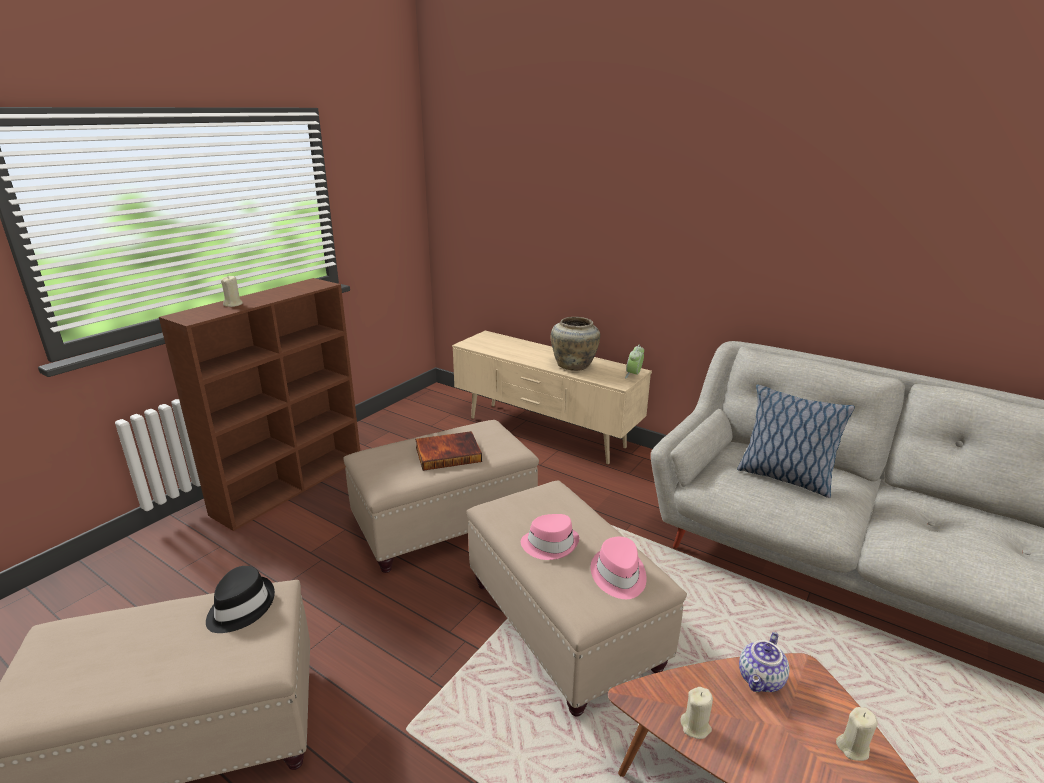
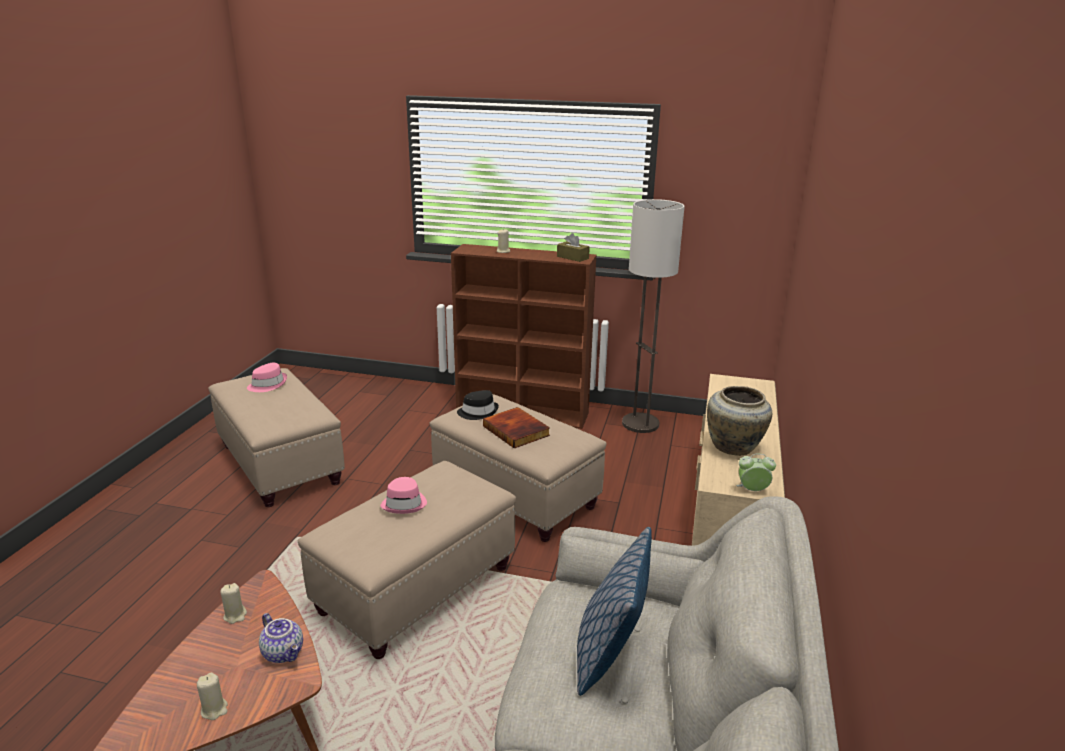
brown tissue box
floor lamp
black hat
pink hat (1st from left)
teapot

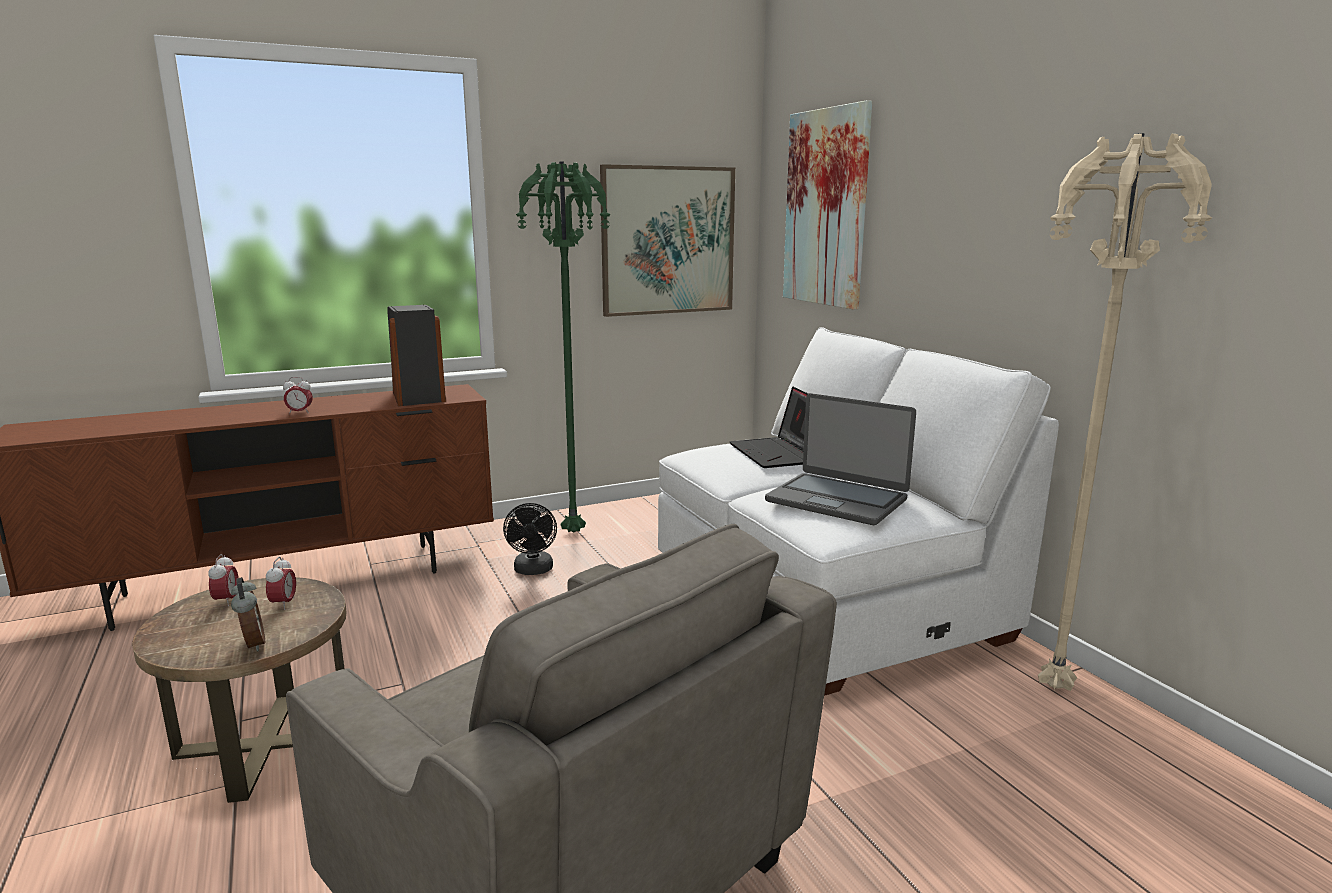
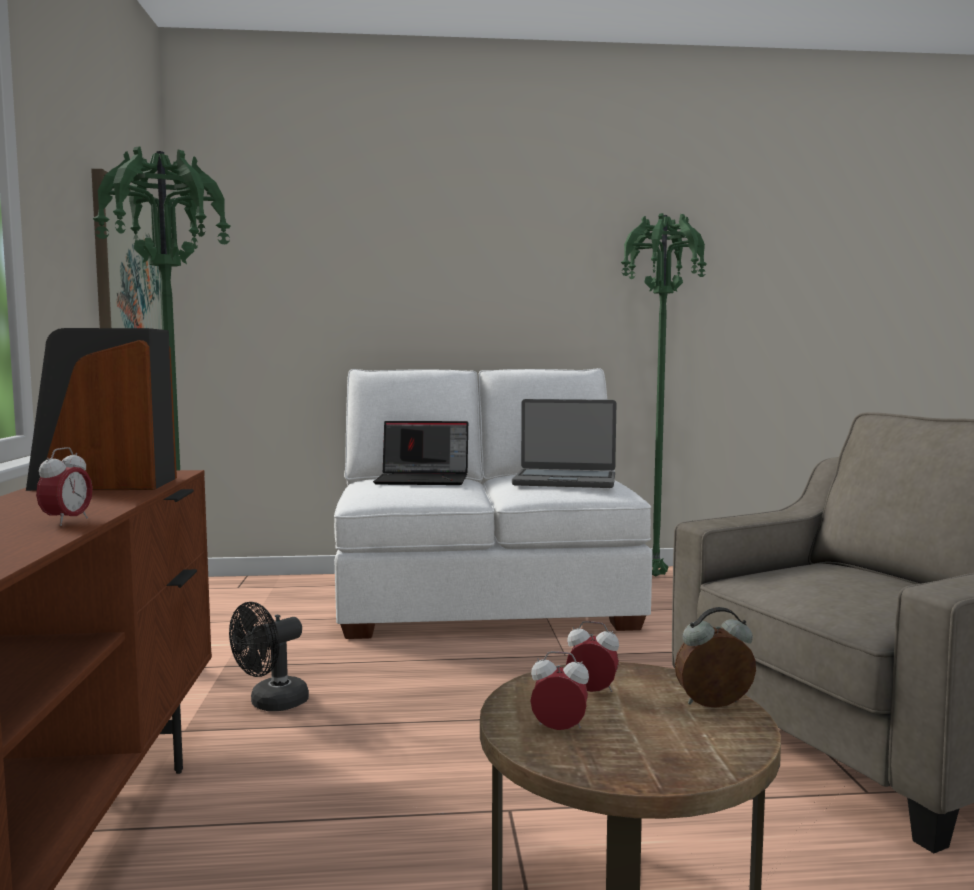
picture (2nd from left in the first image)
green floor lamp (2nd from left)
black fan
laptop (2nd from left)

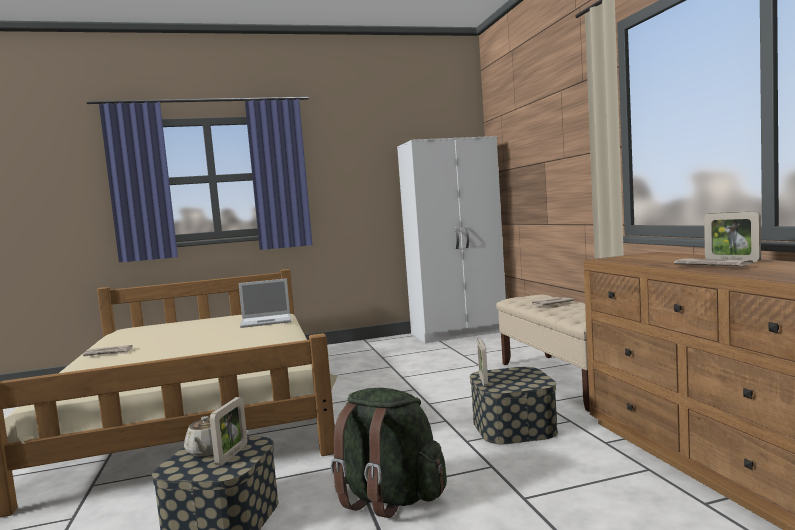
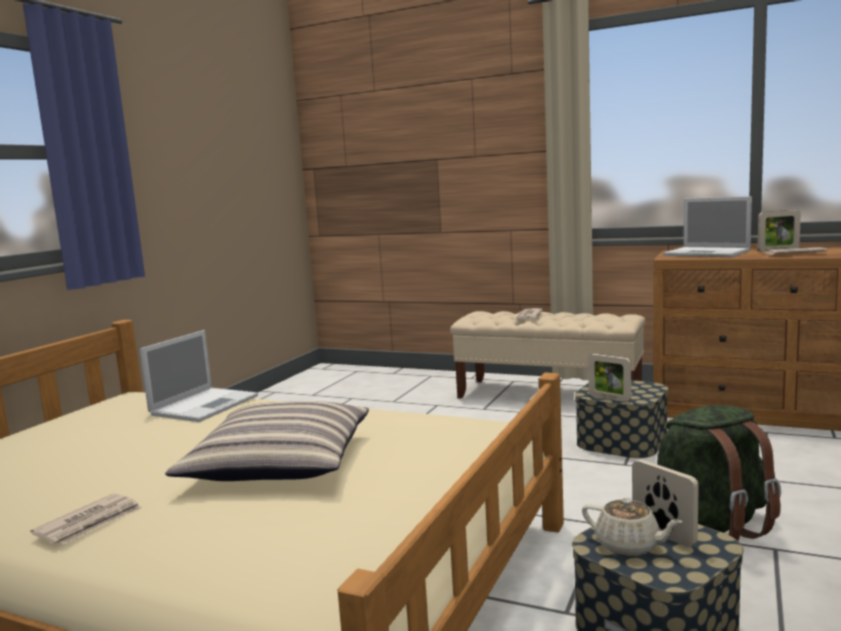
white wardrobe
pillow
laptop (2nd from left)

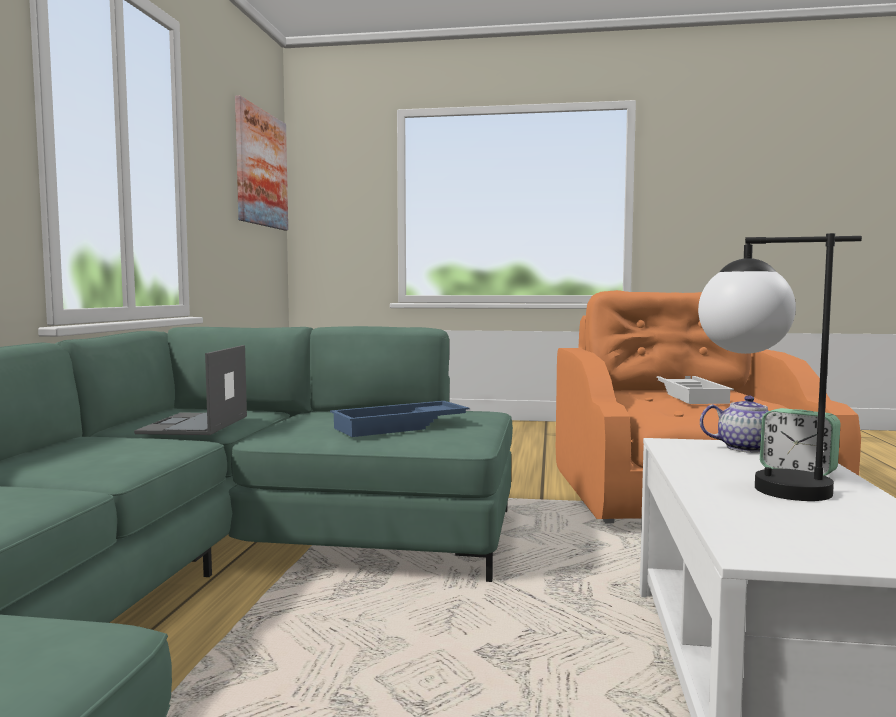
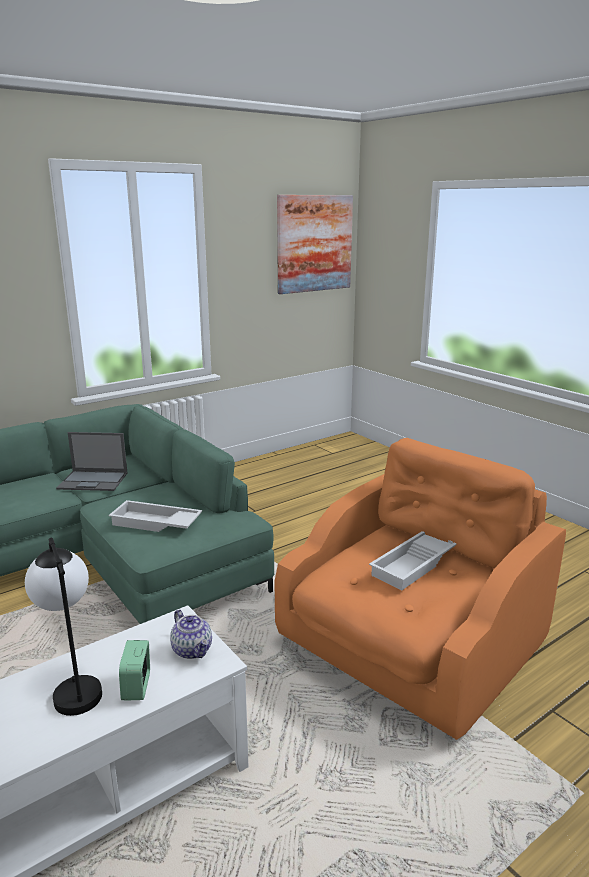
white tray (1st from left)
laptop

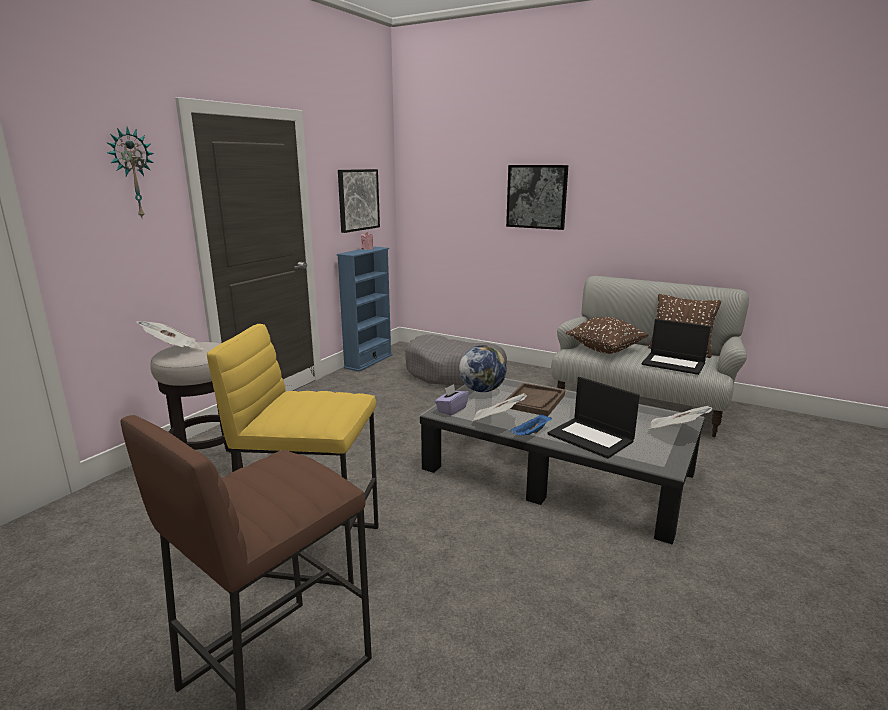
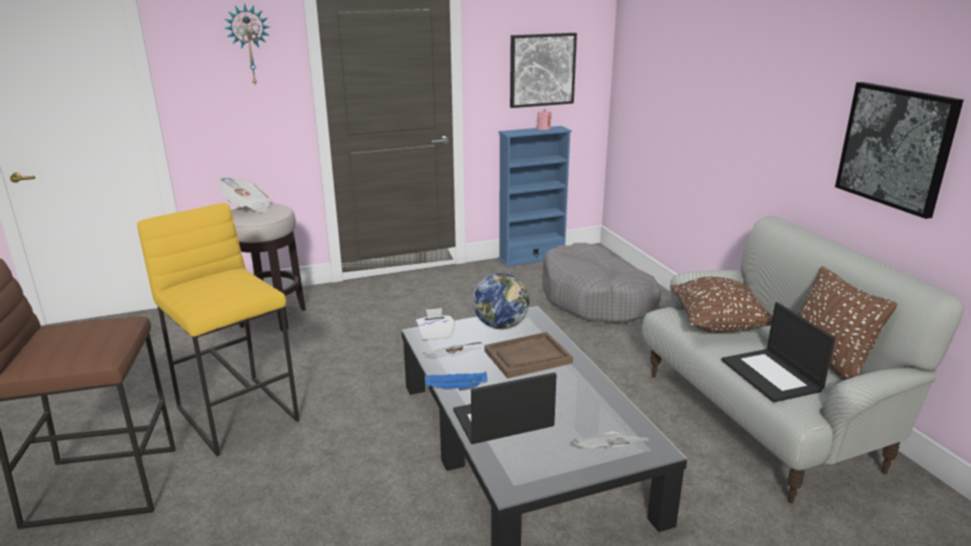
picture (2nd from left)
white tissue box
laptop (1st from left)

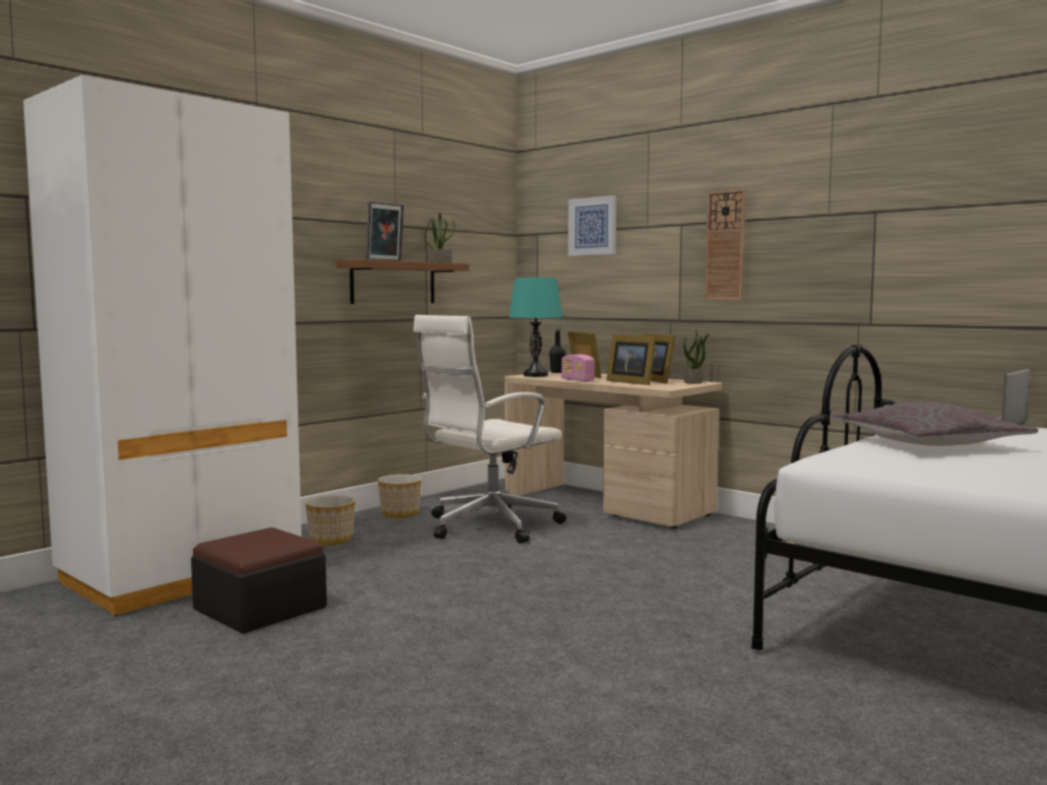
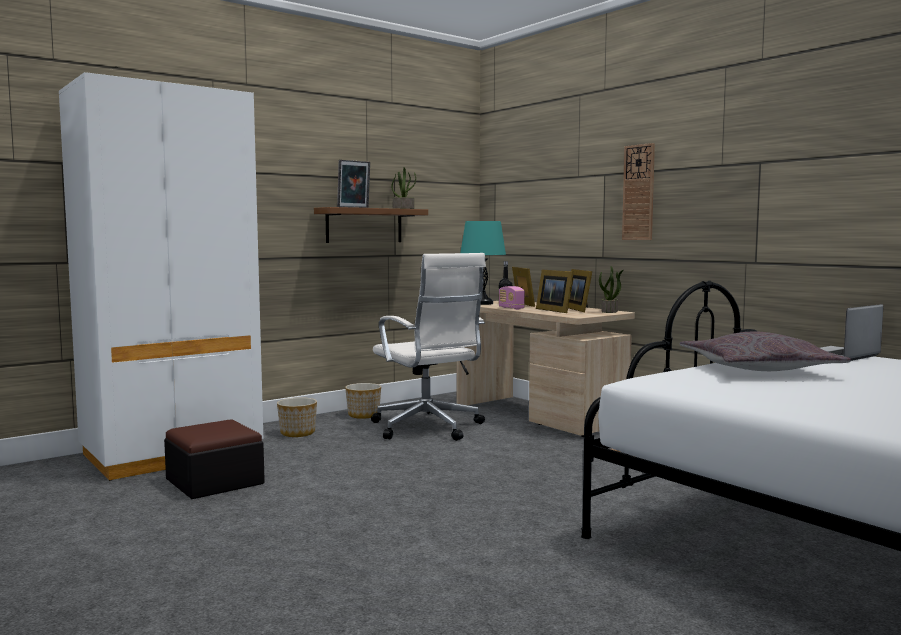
picture
white office chair

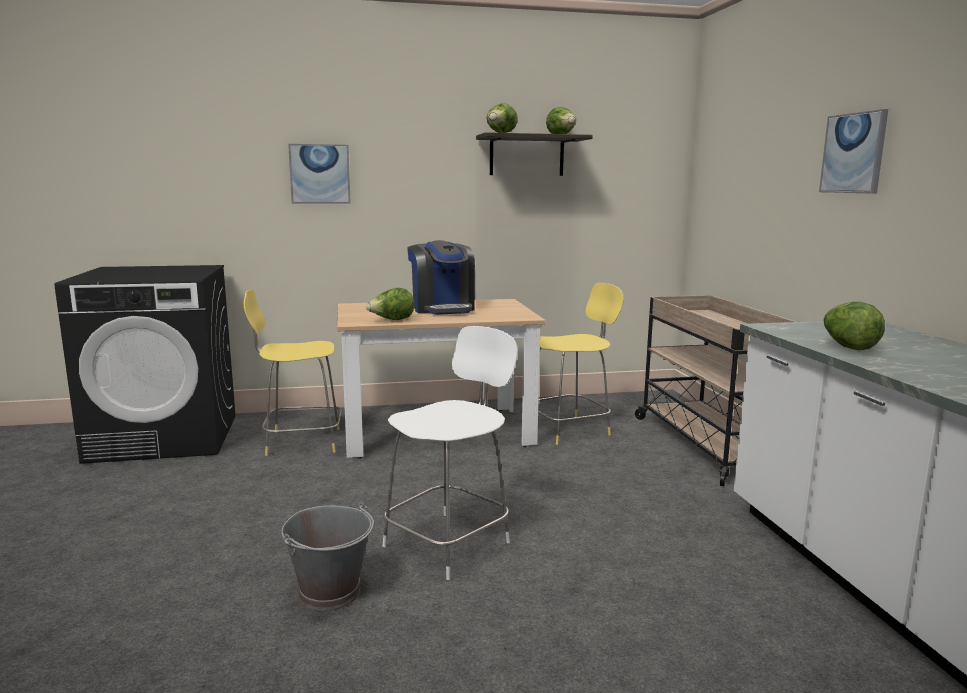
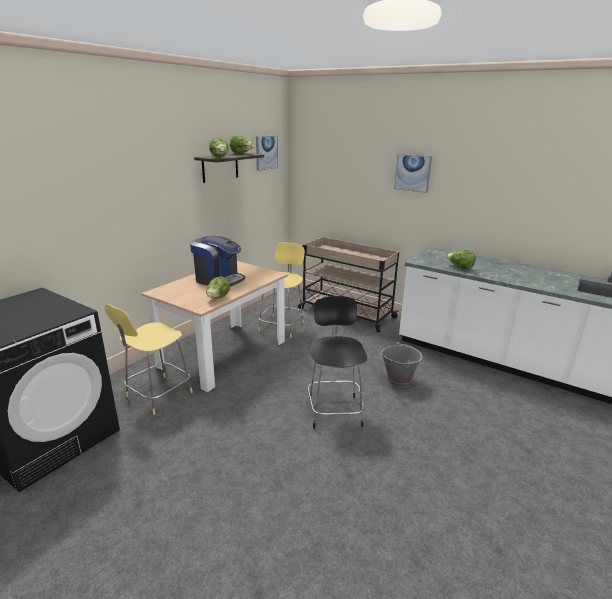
grey bucket
picture (1st from left)
black stool

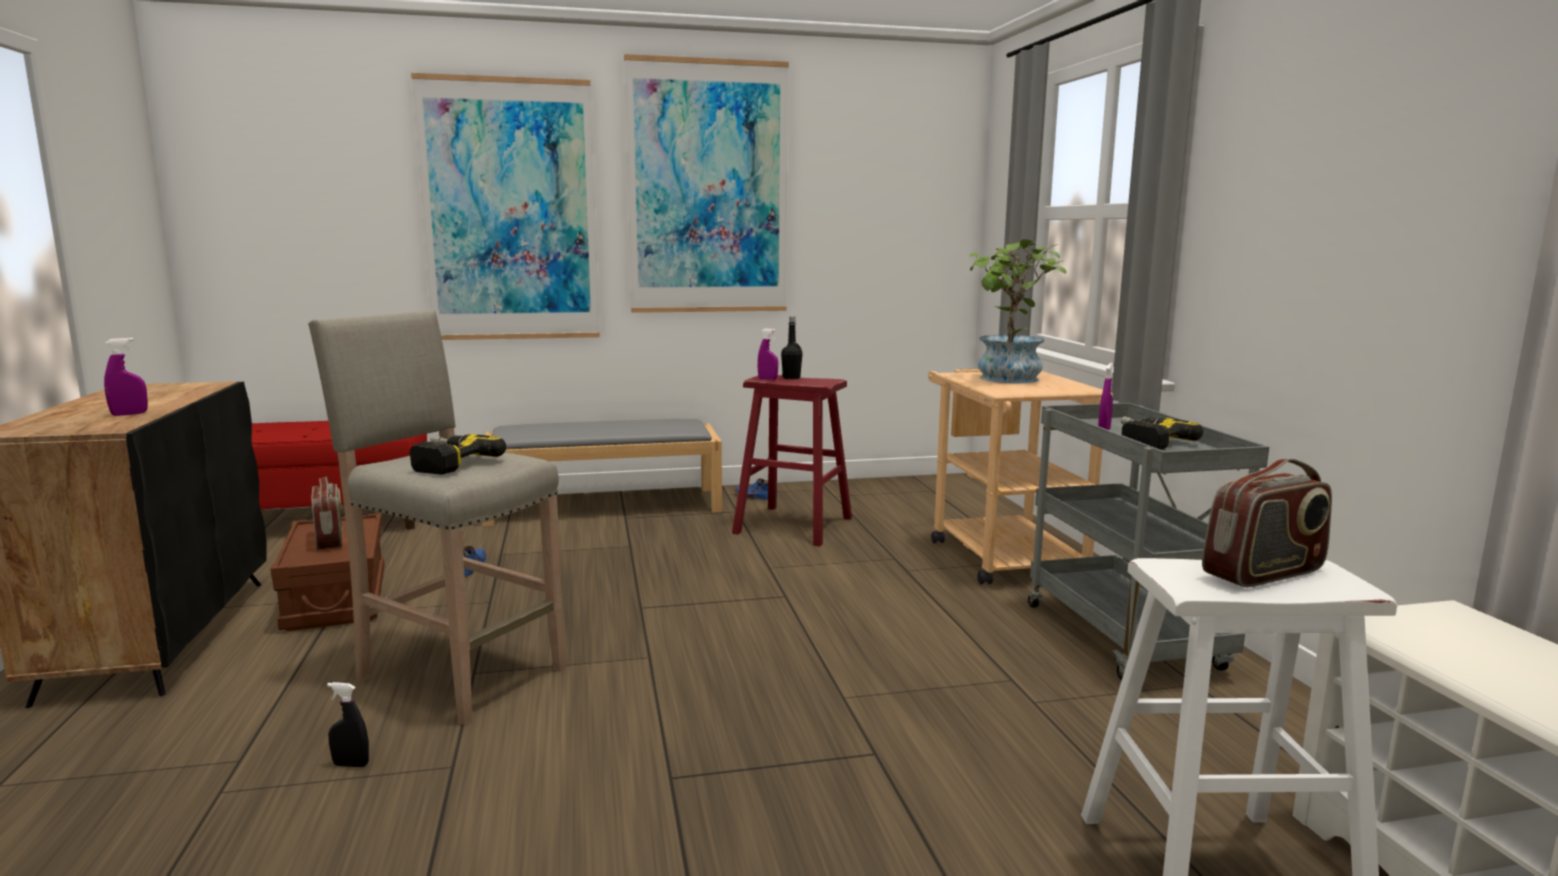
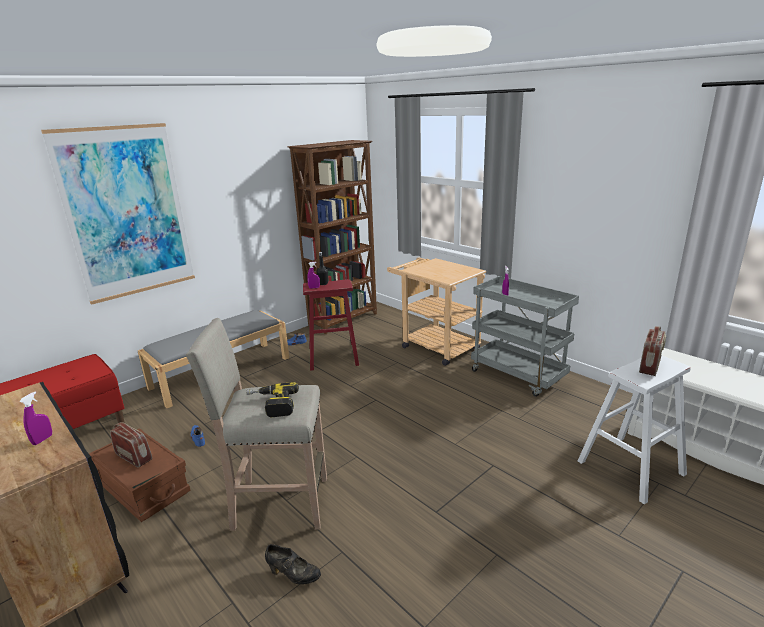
picture (2nd from left in the first image)
potted plant
power drill (2nd from left in the first image)
brown bookcase
black shoe

